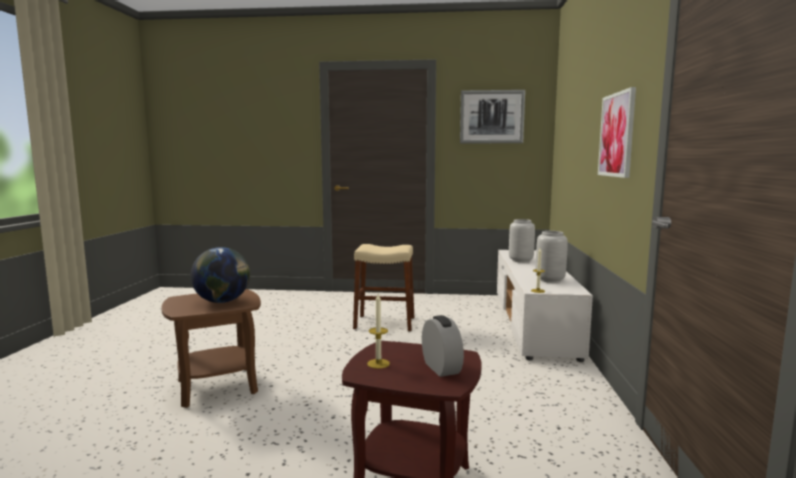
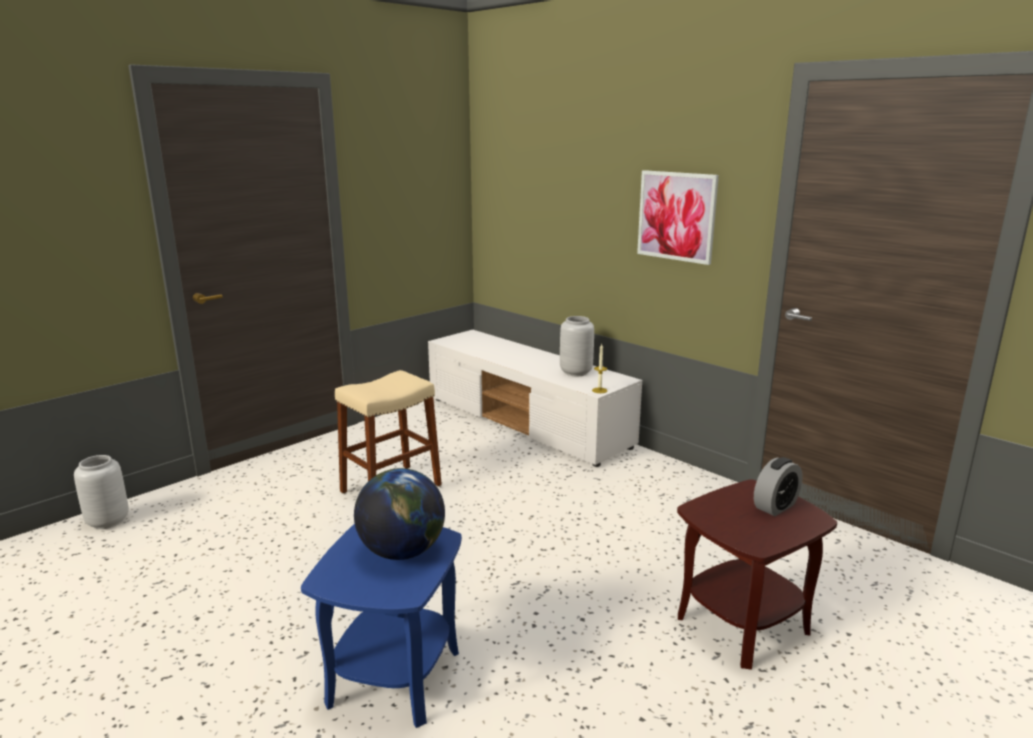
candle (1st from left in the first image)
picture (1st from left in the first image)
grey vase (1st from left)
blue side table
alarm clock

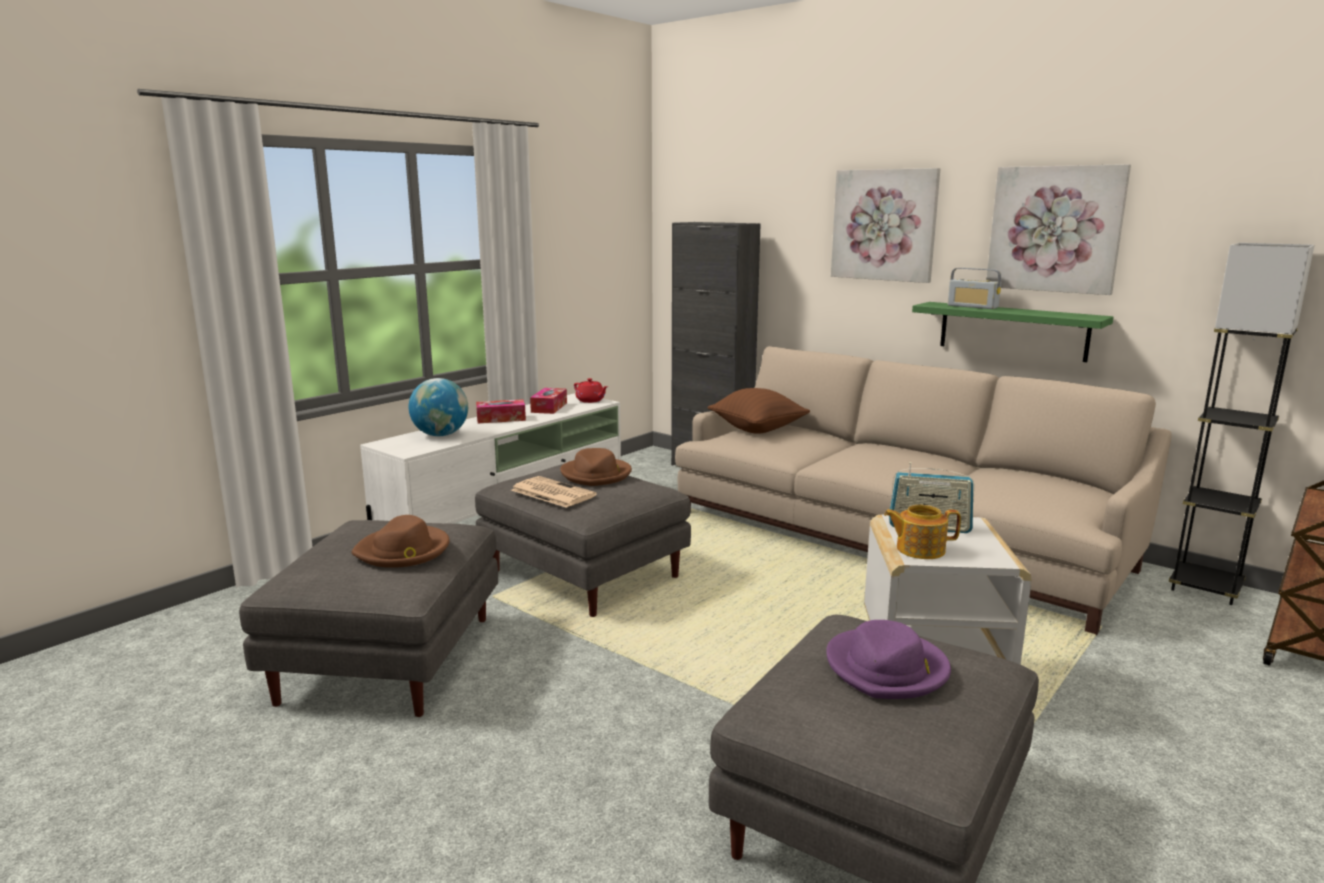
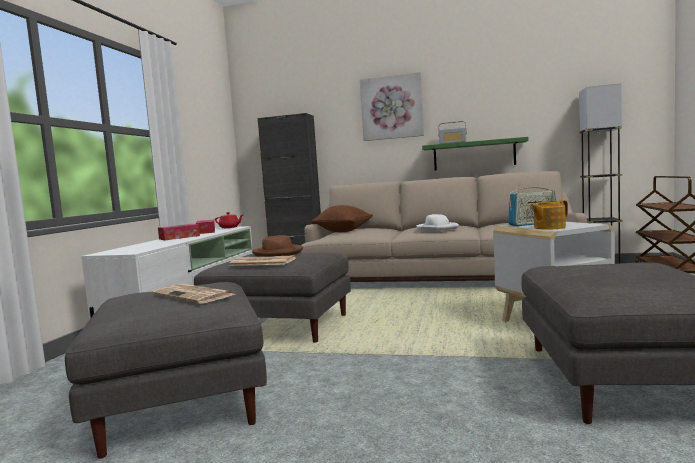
globe
purple hat
picture (2nd from left in the first image)
white hat
newspaper (1st from left)

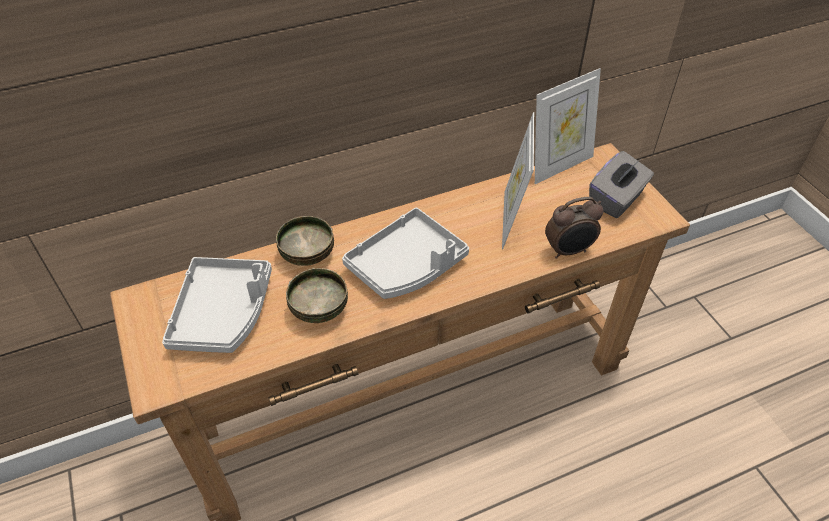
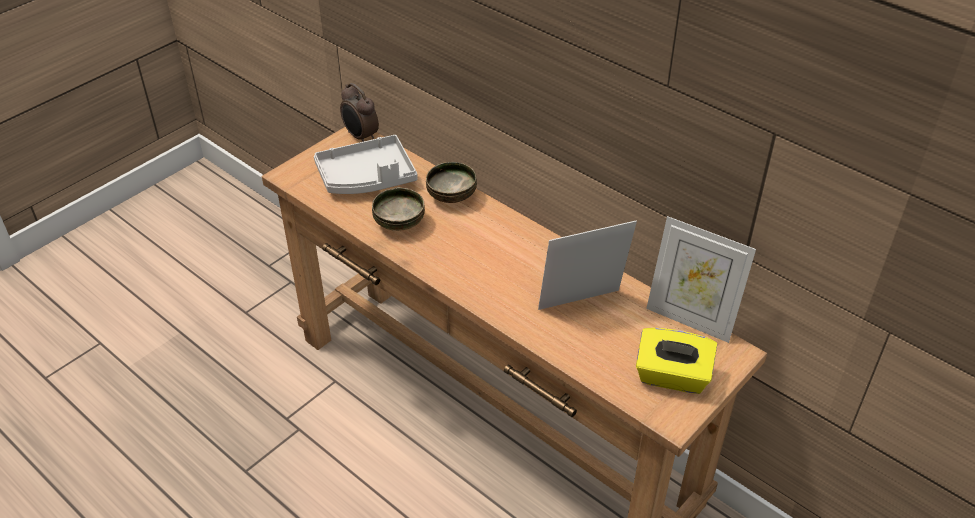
grey tray (2nd from left in the first image)
alarm clock
yellow tissue box

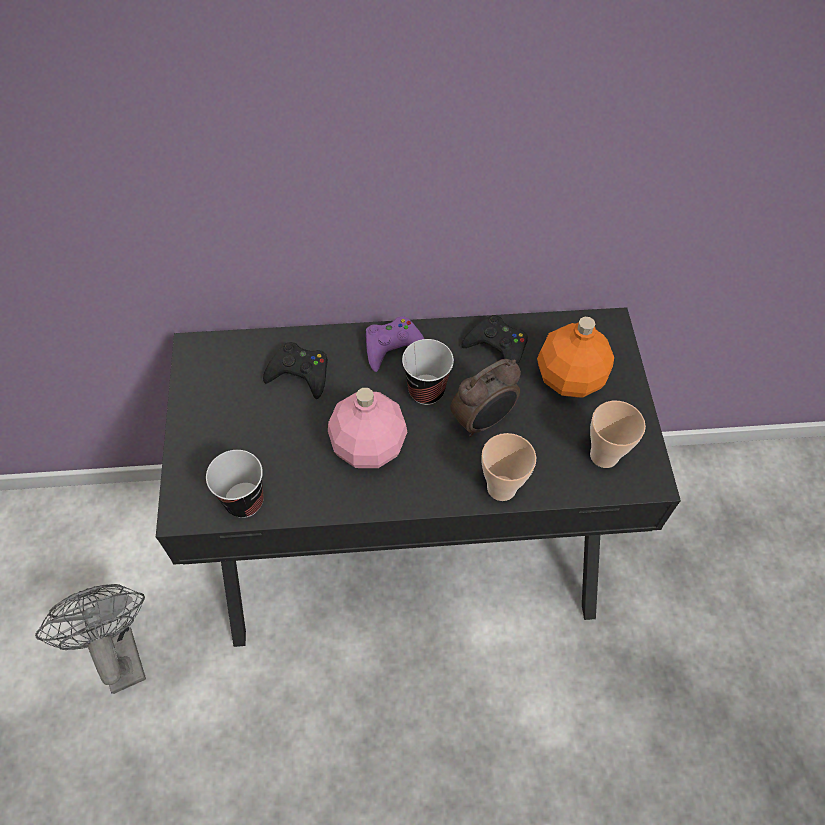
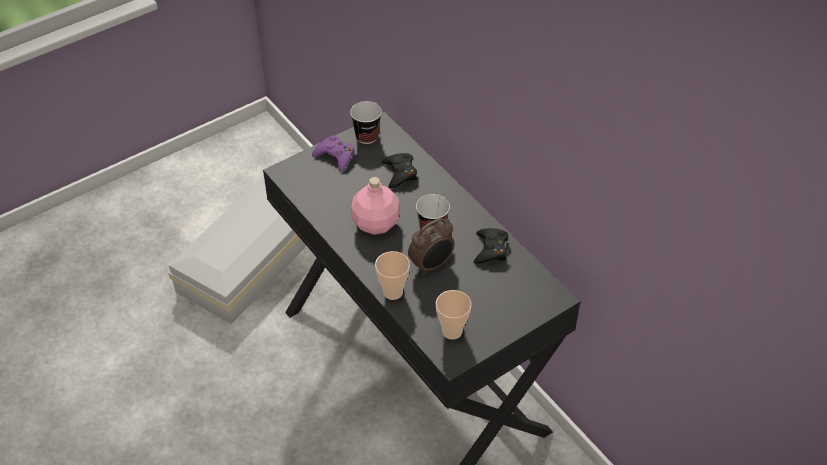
orange bottle
cup (1st from left)
purple game controller
white storage box
alarm clock

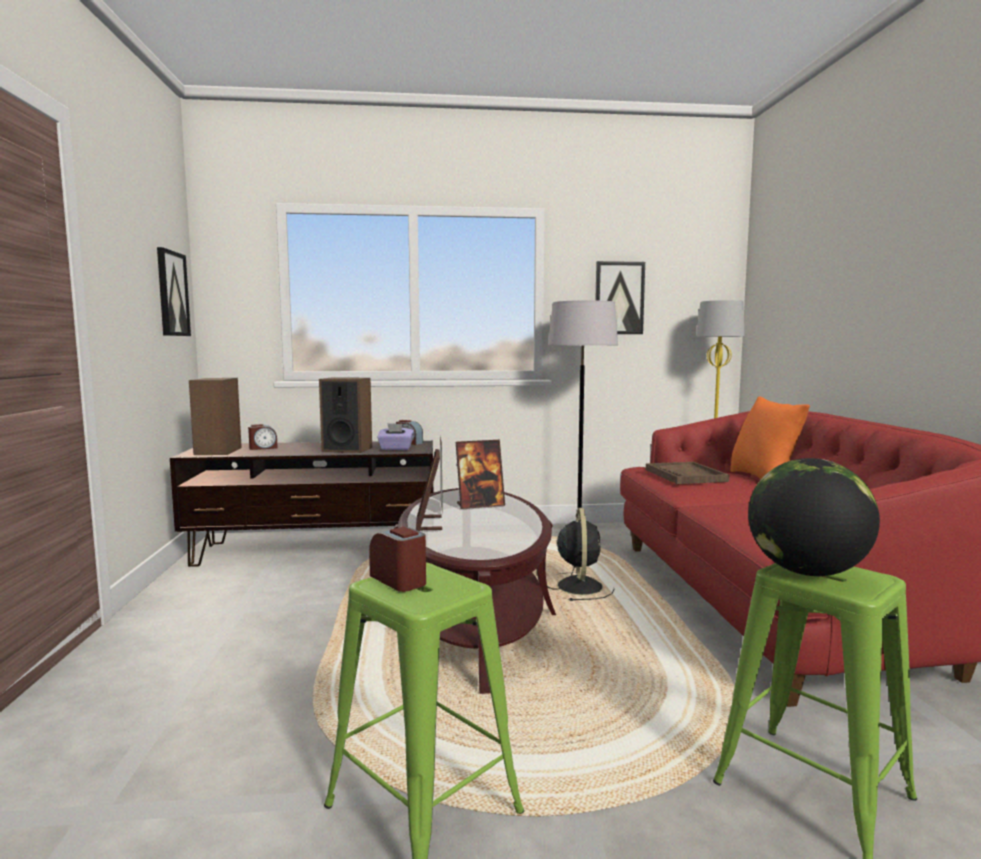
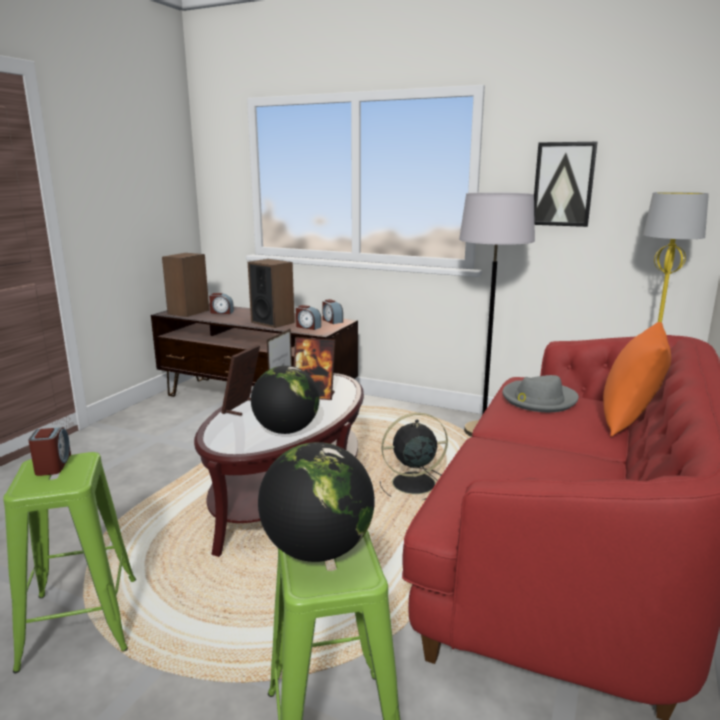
picture (1st from left in the first image)
globe (1st from left)
alarm clock (3rd from left)
grey hat
black fan

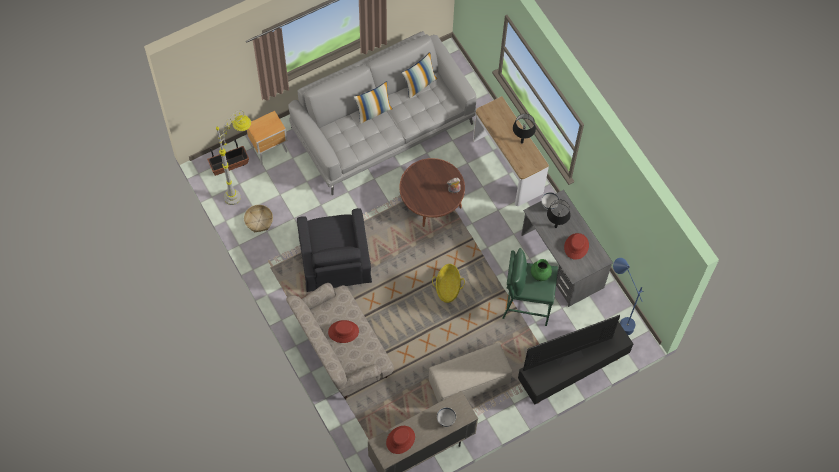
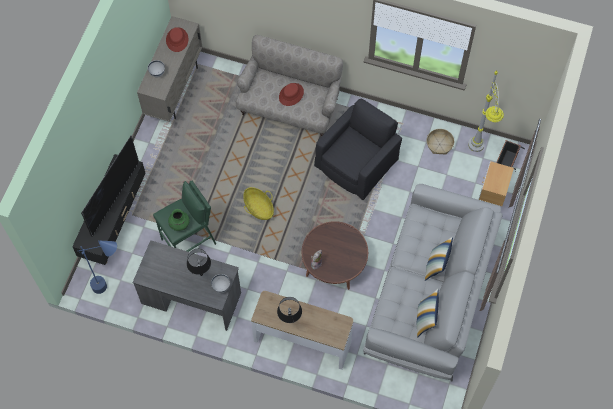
beige ottoman
red hat (3rd from left in the first image)
black armchair

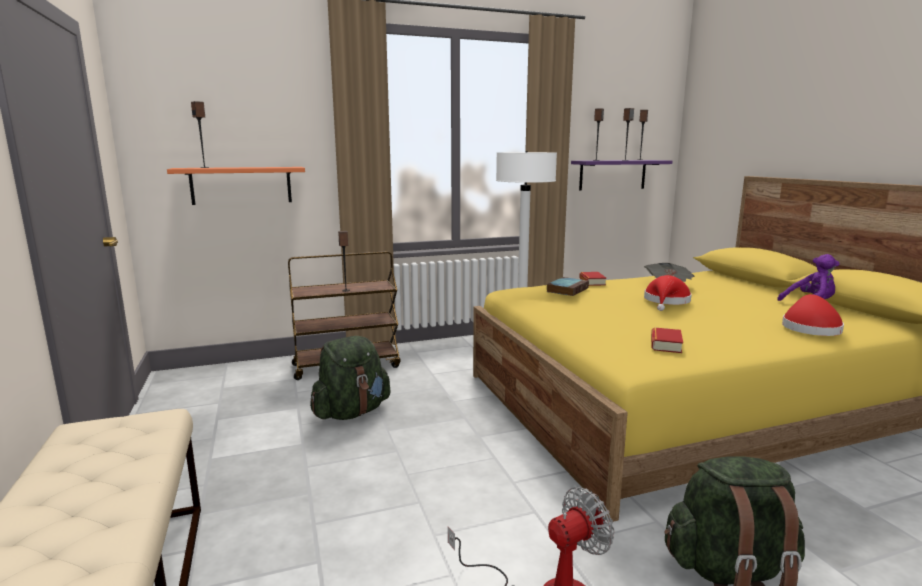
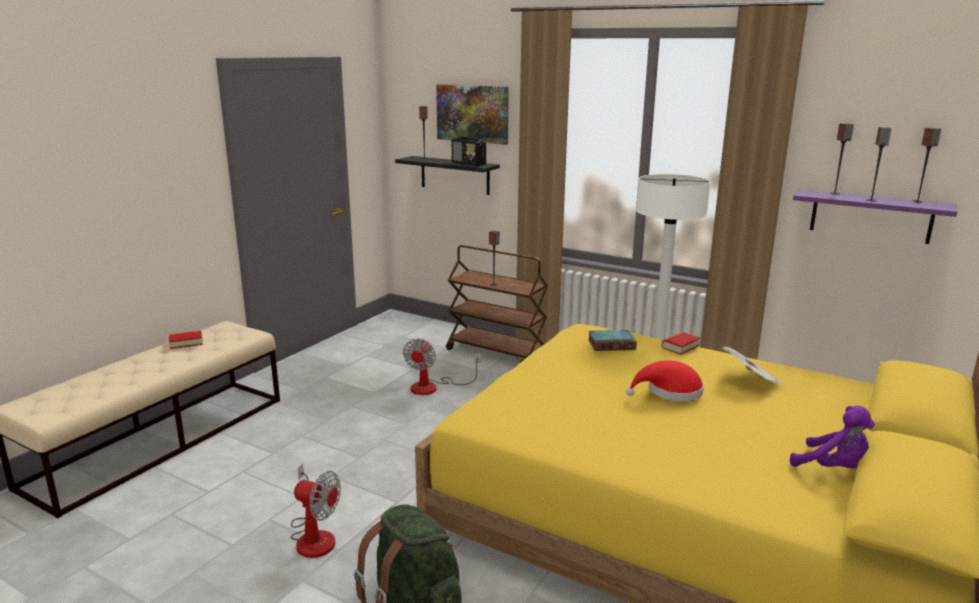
red hat (2nd from left in the first image)
picture
radio
book (1st from left)
fan (2nd from left)
black shelf

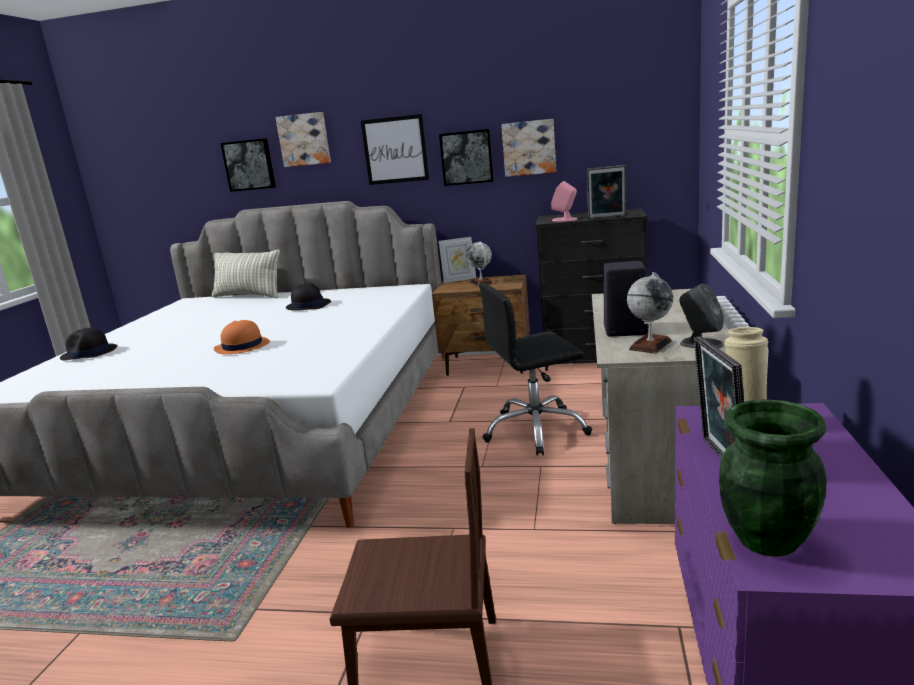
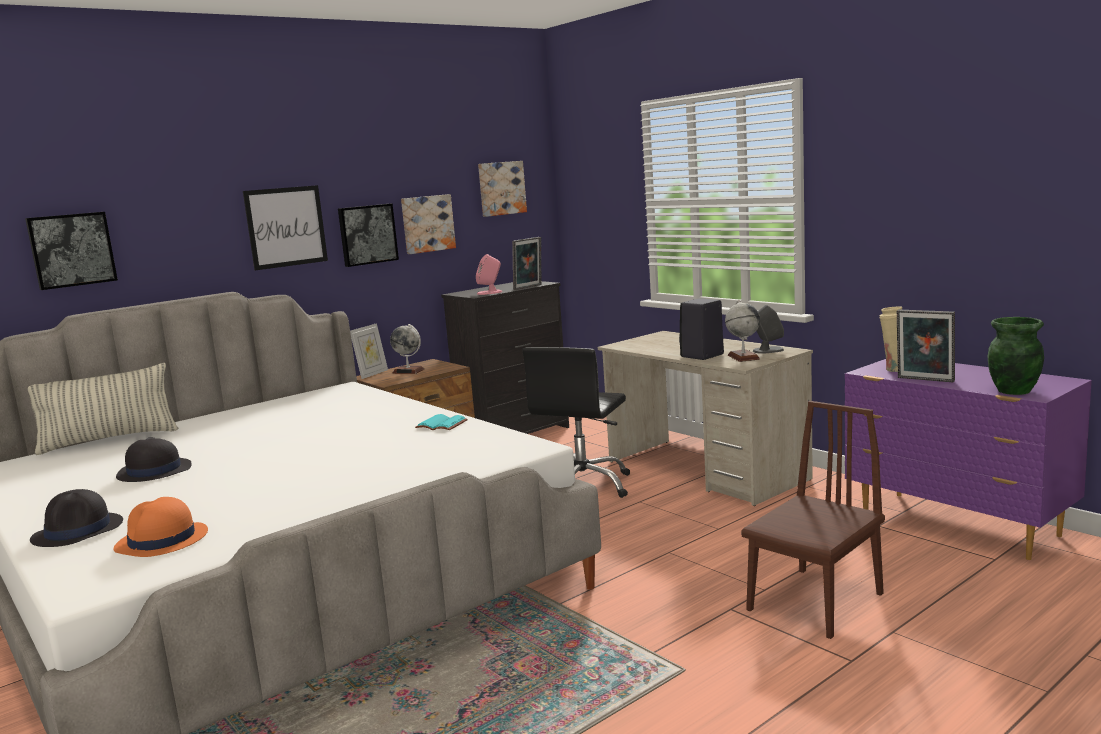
turquoise book
orange hat
picture (5th from left)
black hat (2nd from left)

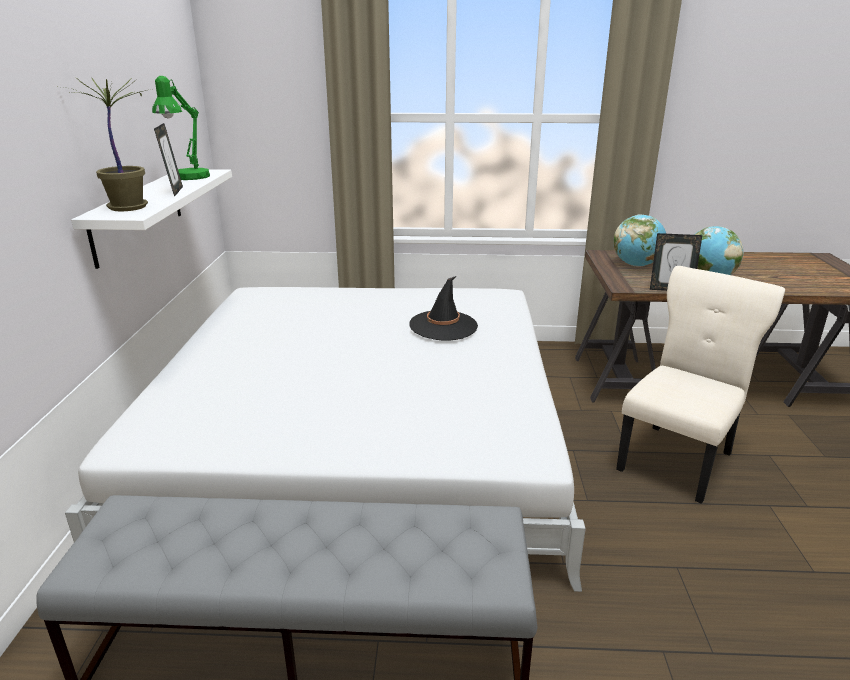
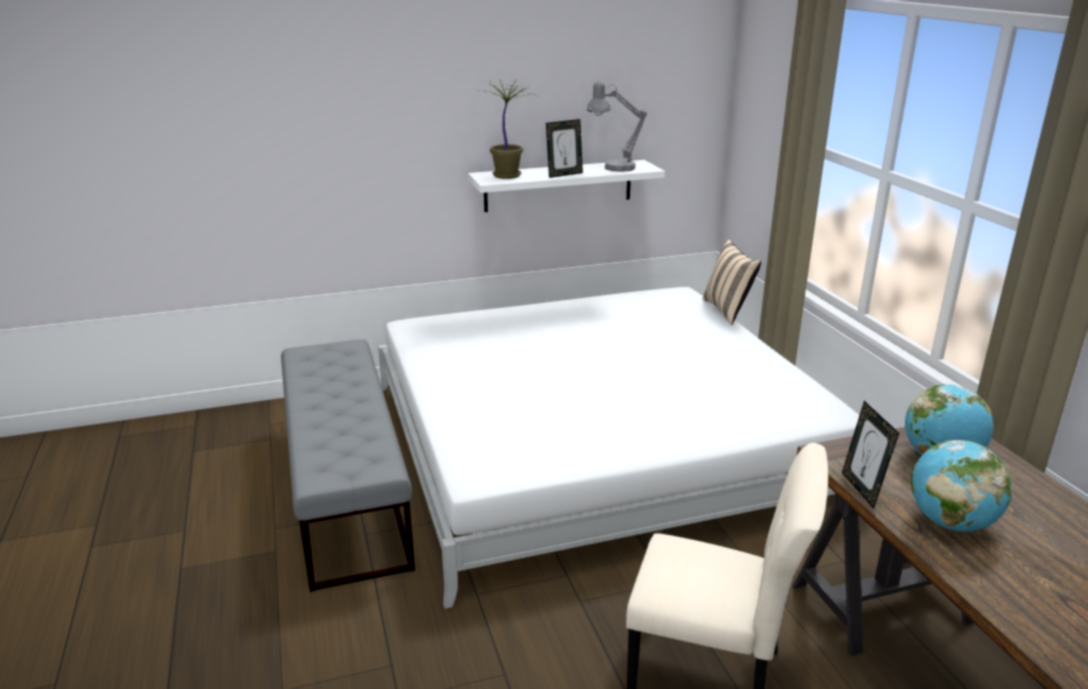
black hat
beige pillow
grey table lamp

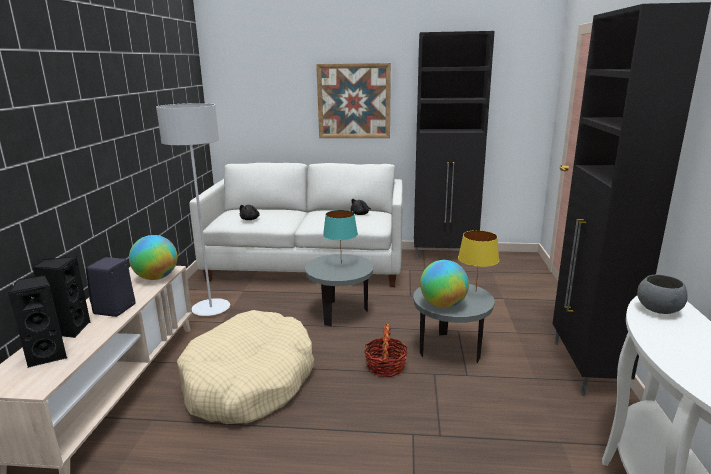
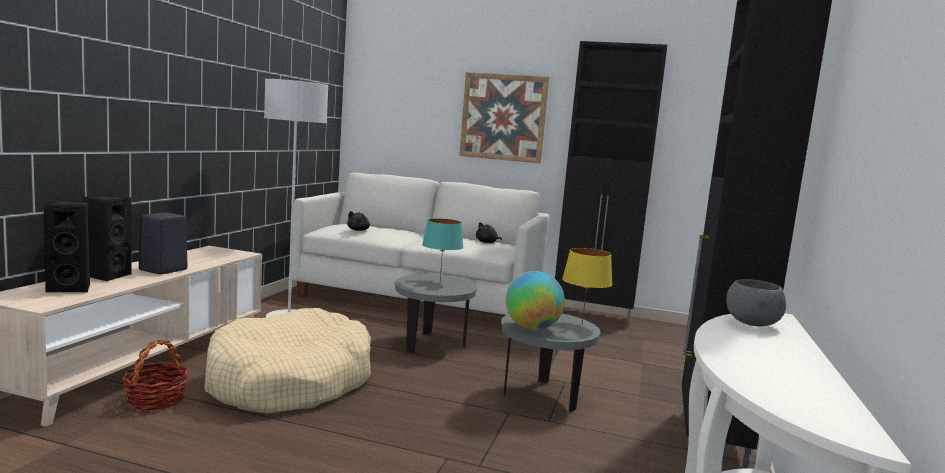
globe (1st from left in the first image)
basket

